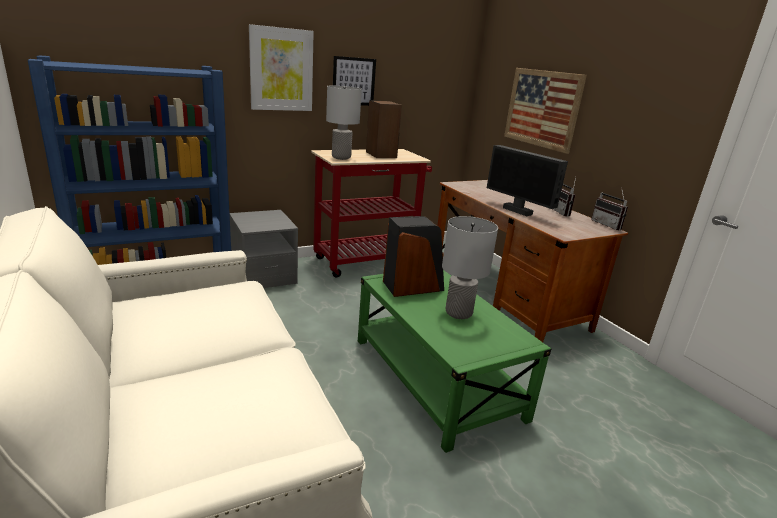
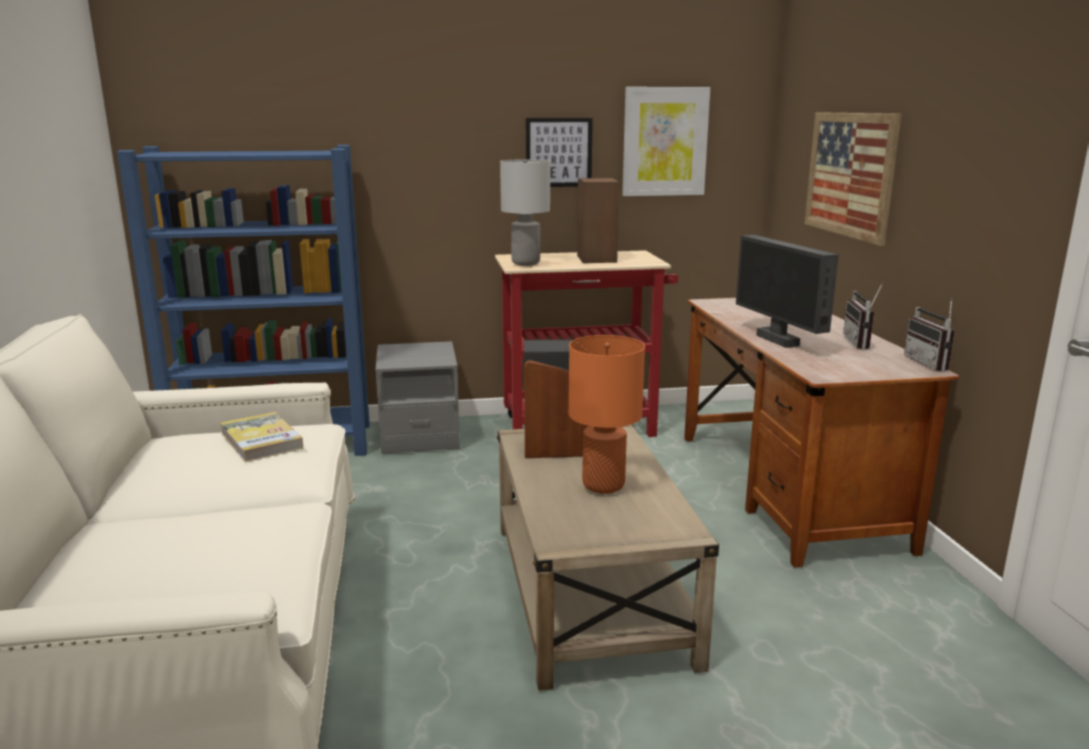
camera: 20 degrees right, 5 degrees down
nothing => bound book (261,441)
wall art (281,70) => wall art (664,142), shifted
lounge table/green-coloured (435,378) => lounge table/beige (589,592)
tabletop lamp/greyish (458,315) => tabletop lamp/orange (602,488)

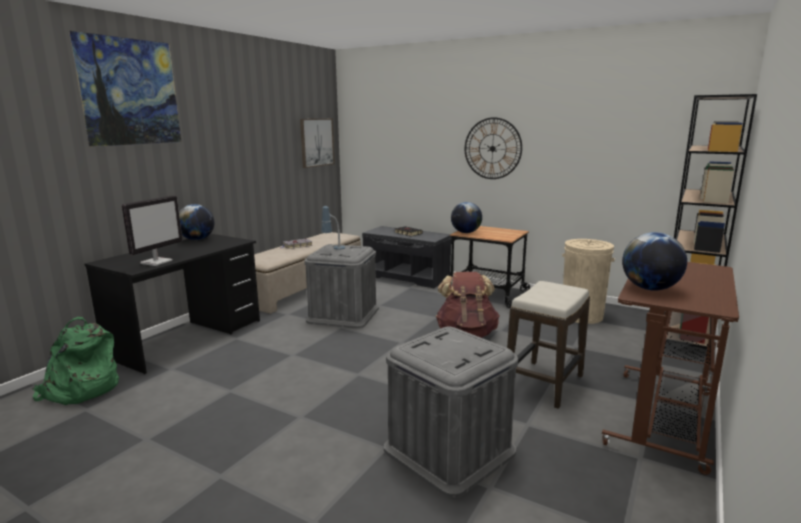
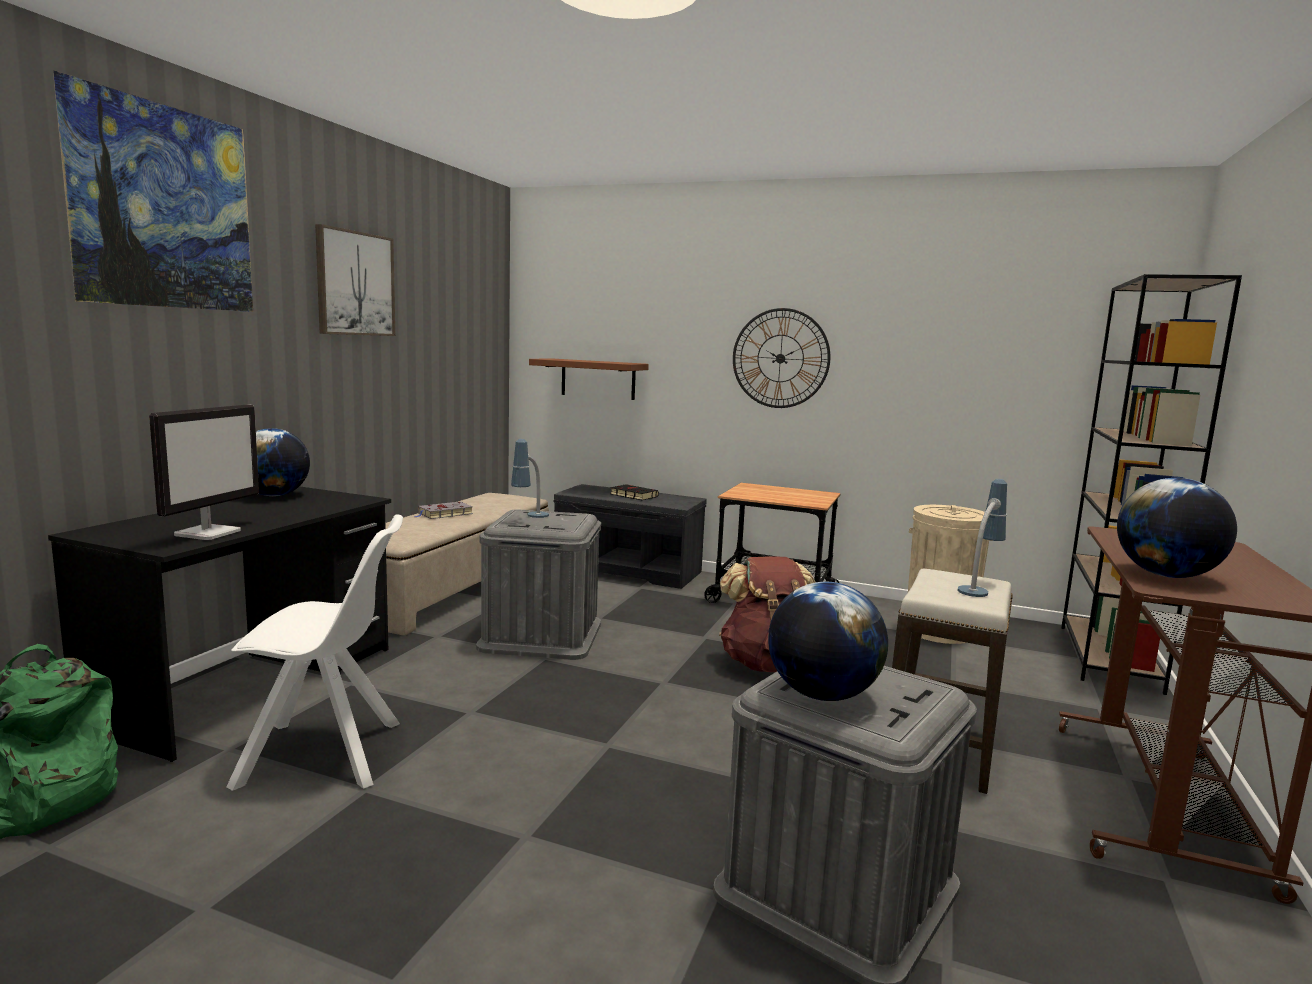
camera: 10 degrees left, 5 degrees down
nothing => upright chair/white-coloured (325,754)
nothing => wall shelf/brownish (598,379)
nothing => tabletop lamp (979,588)
wall art (316,142) => wall art (355,284), shifted
globe (466,232) => globe (822,695), shifted

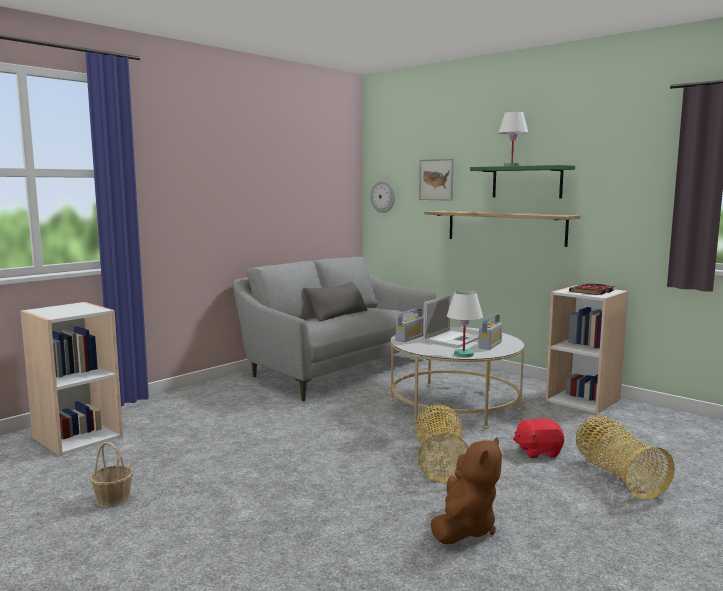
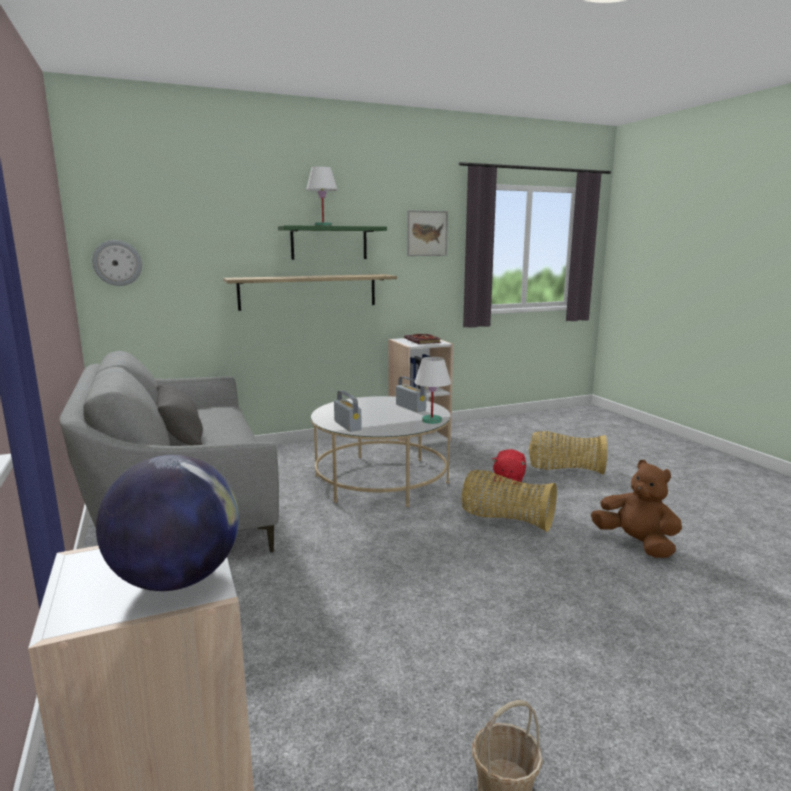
camera: 65 degrees left, 5 degrees up
laptop (453,339) => nothing
nothing => globe (176,579)
wall art (436,179) => wall art (427,233), shifted

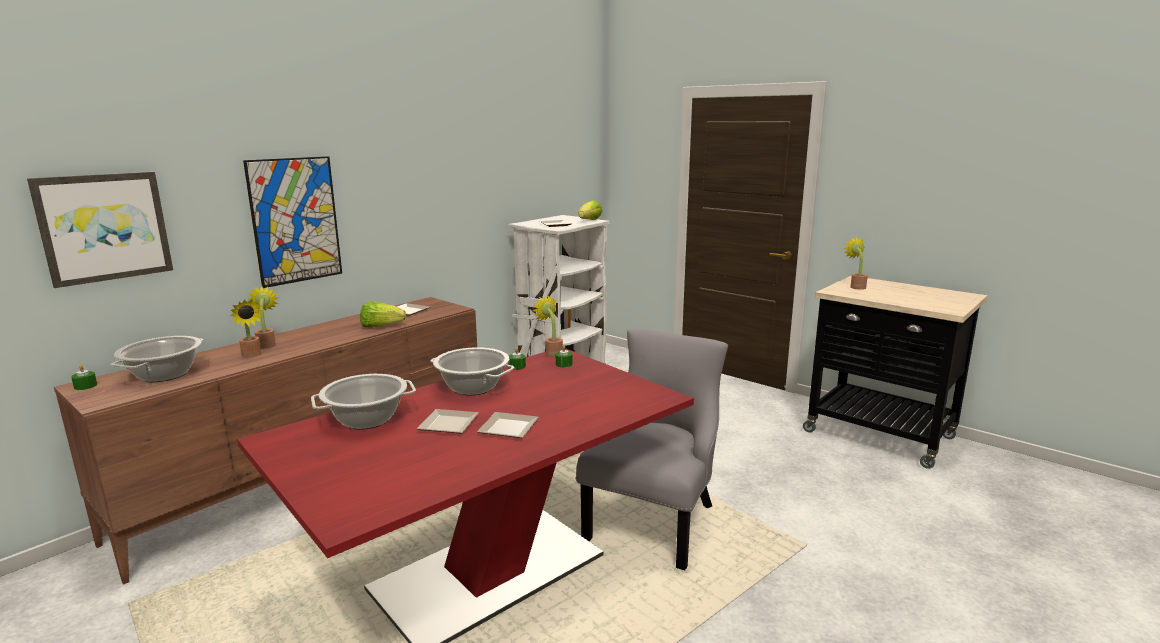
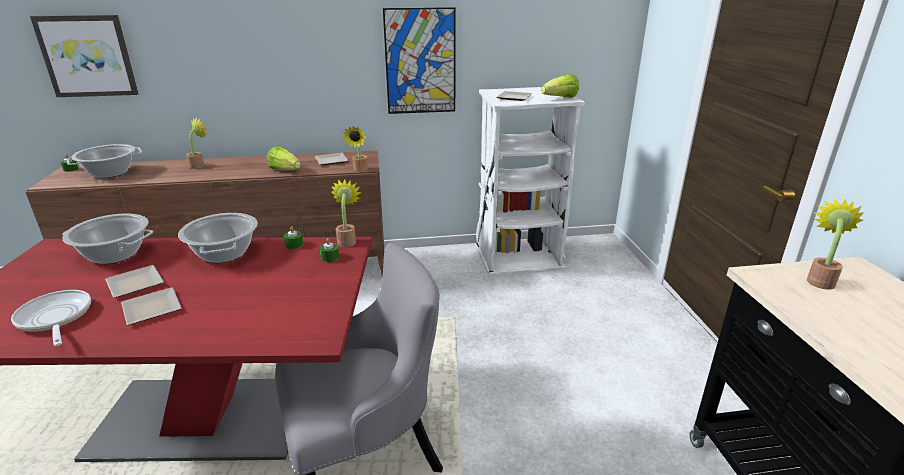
camera: 40 degrees right, 10 degrees up
nothing => frying pan (55,319)
houseplant (252,355) => houseplant (359,170), shifted
wall art (295,220) => wall art (420,62), shifted

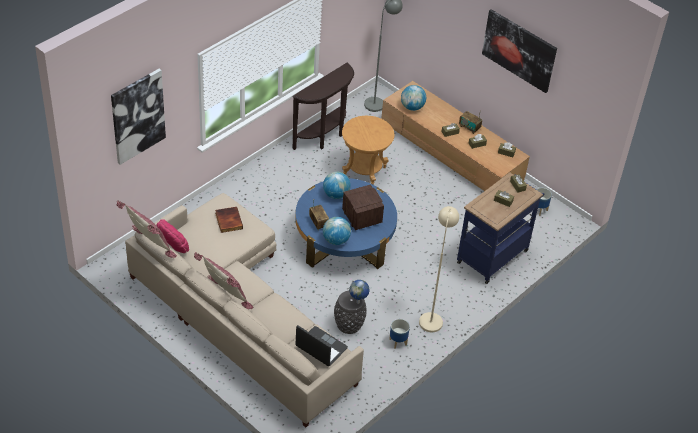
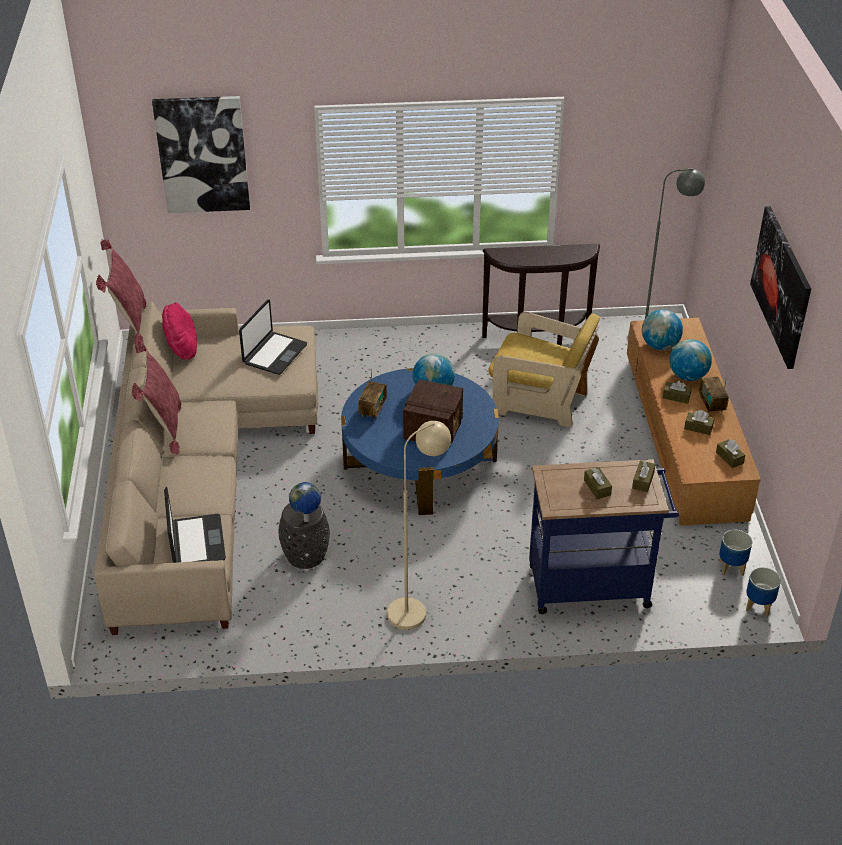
camera: 45 degrees right, 5 degrees down
globe (336,240) => globe (687,376), shifted
planter (398,342) => planter (759,606), shifted
bound book (228,221) => laptop (274,354)
side table/brownish (364,171) => easy chair/yellow-coloured (539,401)

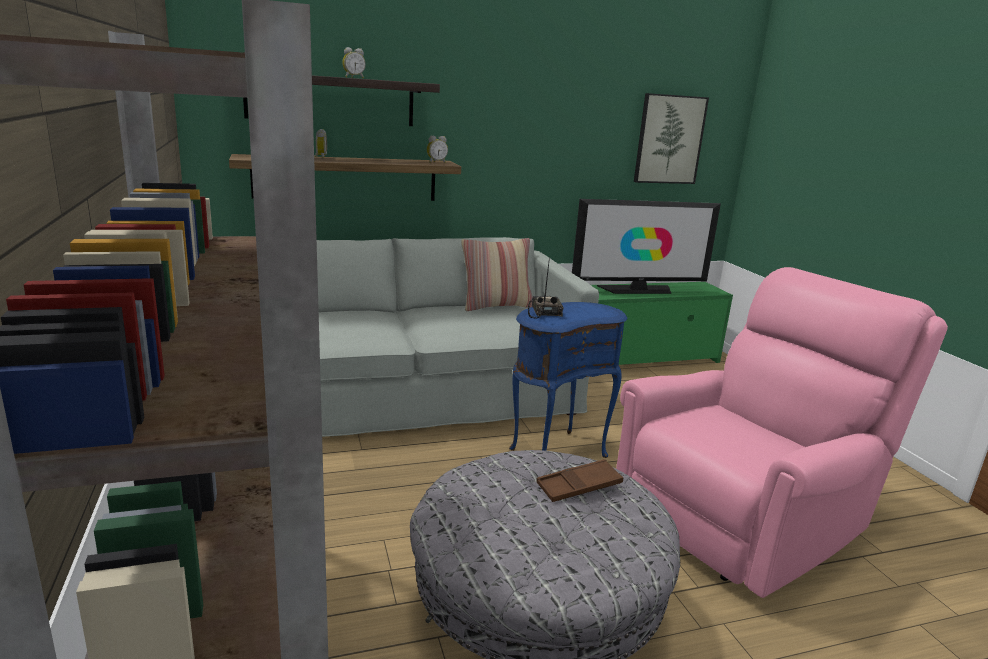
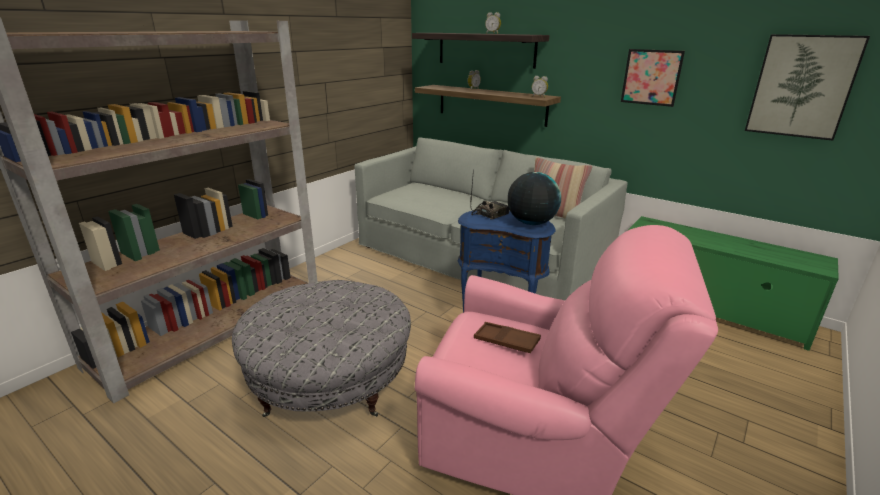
camera: 55 degrees right, 5 degrees up
TV (638,290) => nothing
nothing => globe (531,223)
nothing => wall art (651,77)
tray/brownish (579,486) => tray/brownish (506,341), shifted

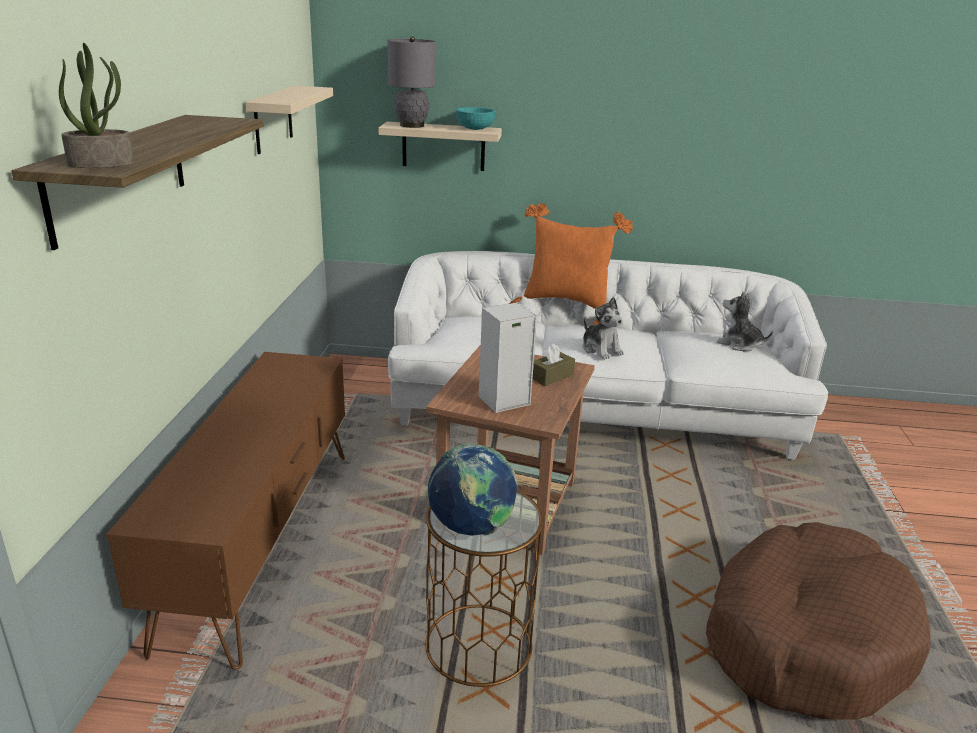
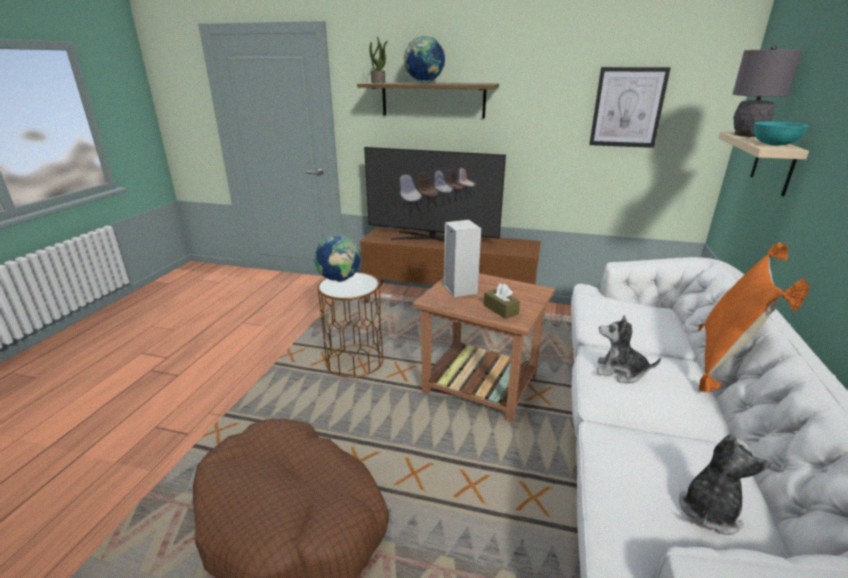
camera: 100 degrees right, 0 degrees up
nothing => TV (431,239)
nothing => globe (424,83)
wall shelf/beige (273,119) => wall art (627,107)
plush toy (601,349) => plush toy (620,372), 45 degrees clockwise

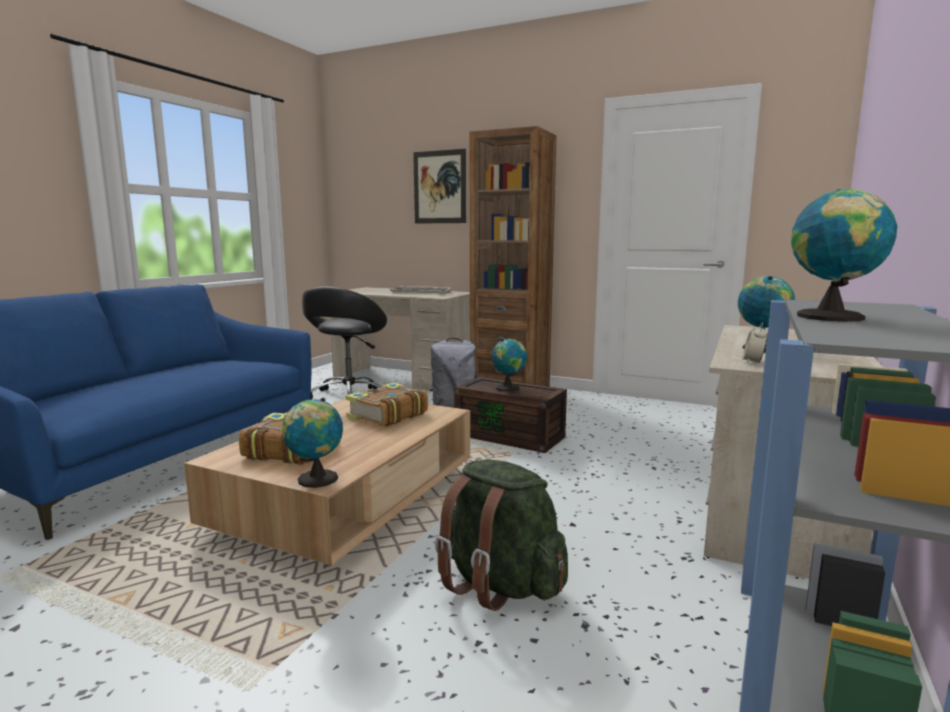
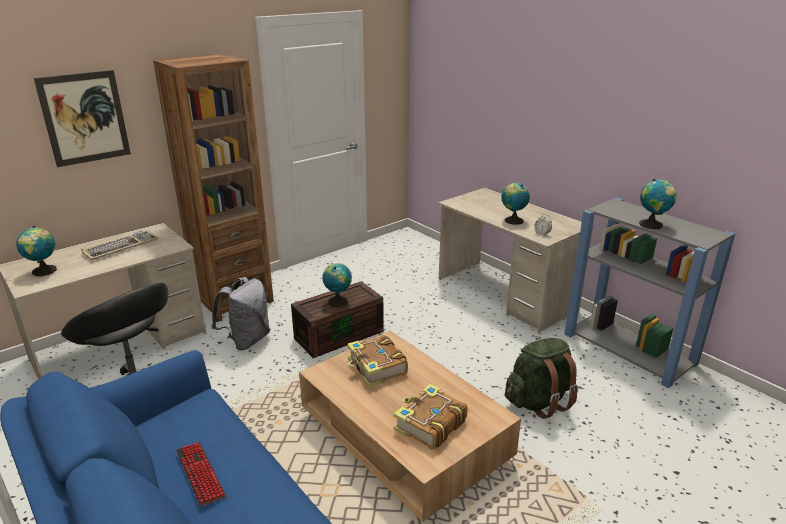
camera: 65 degrees left, 15 degrees up
nothing => computer keyboard (200,474)
globe (315,480) => globe (44,271), shifted

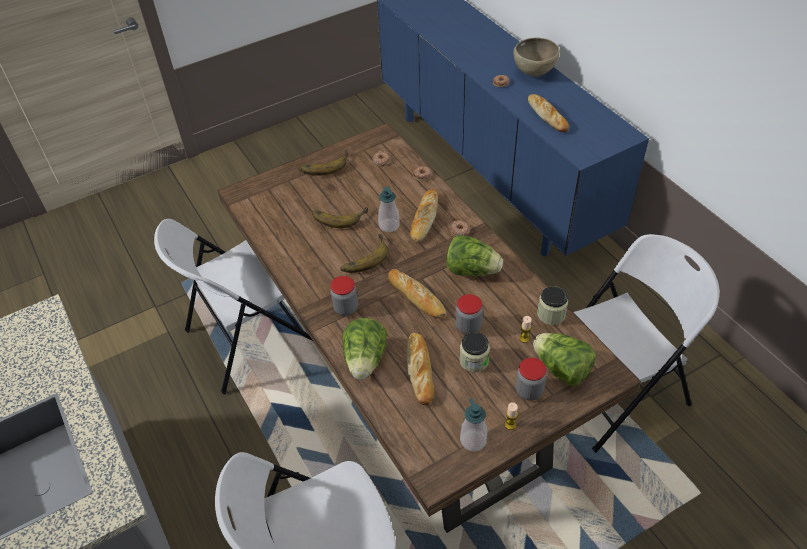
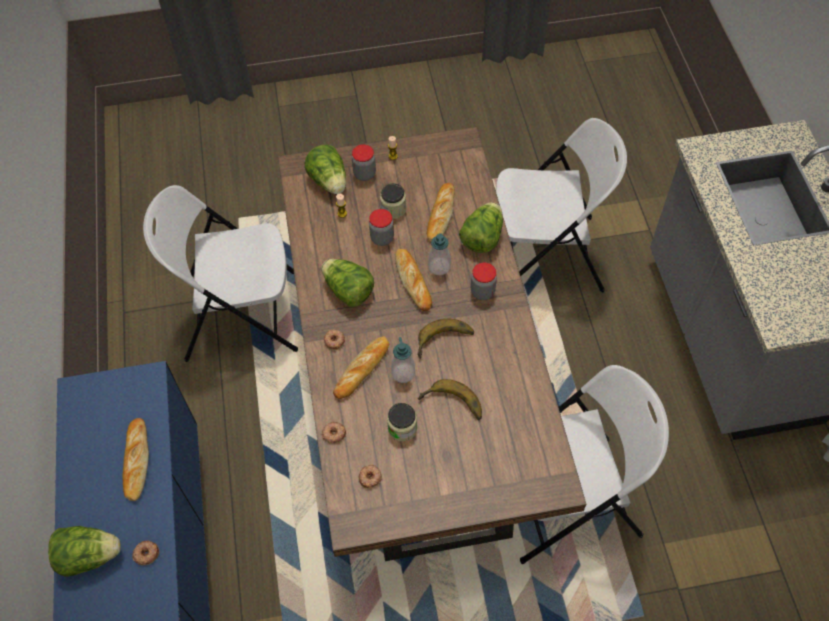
camera: 160 degrees left, 10 degrees up
whole banana (324,165) => nothing
soap bottle (473,440) => soap bottle (439,267), shifted
jar (551,314) => jar (402,428), shifted
bowl/brownish (534,73) => lettuce (89,556)

